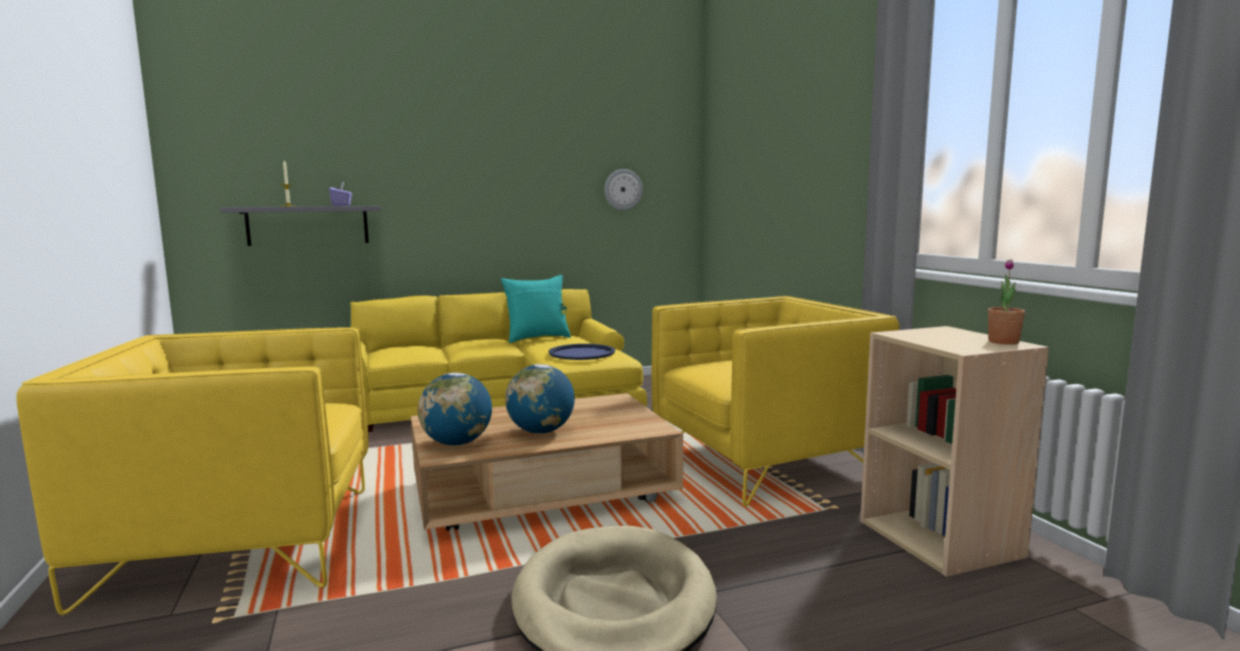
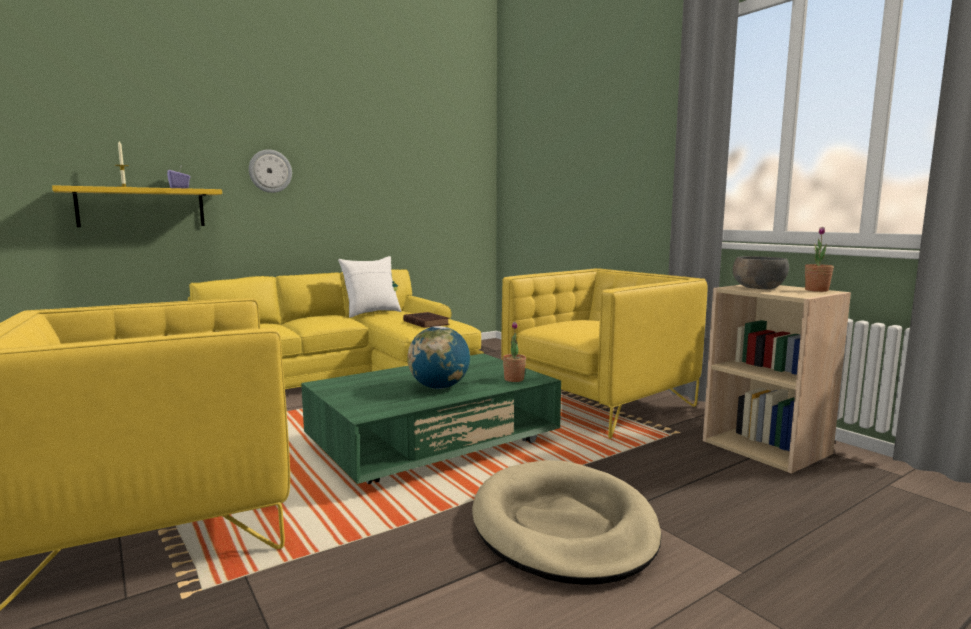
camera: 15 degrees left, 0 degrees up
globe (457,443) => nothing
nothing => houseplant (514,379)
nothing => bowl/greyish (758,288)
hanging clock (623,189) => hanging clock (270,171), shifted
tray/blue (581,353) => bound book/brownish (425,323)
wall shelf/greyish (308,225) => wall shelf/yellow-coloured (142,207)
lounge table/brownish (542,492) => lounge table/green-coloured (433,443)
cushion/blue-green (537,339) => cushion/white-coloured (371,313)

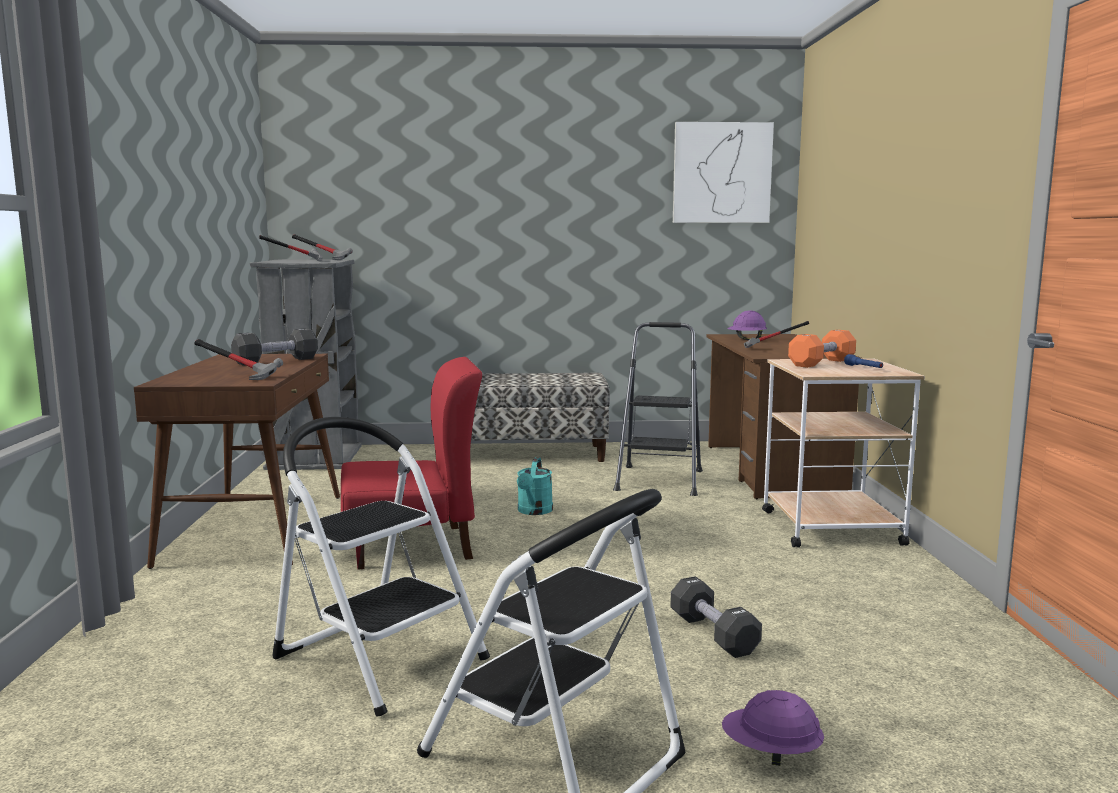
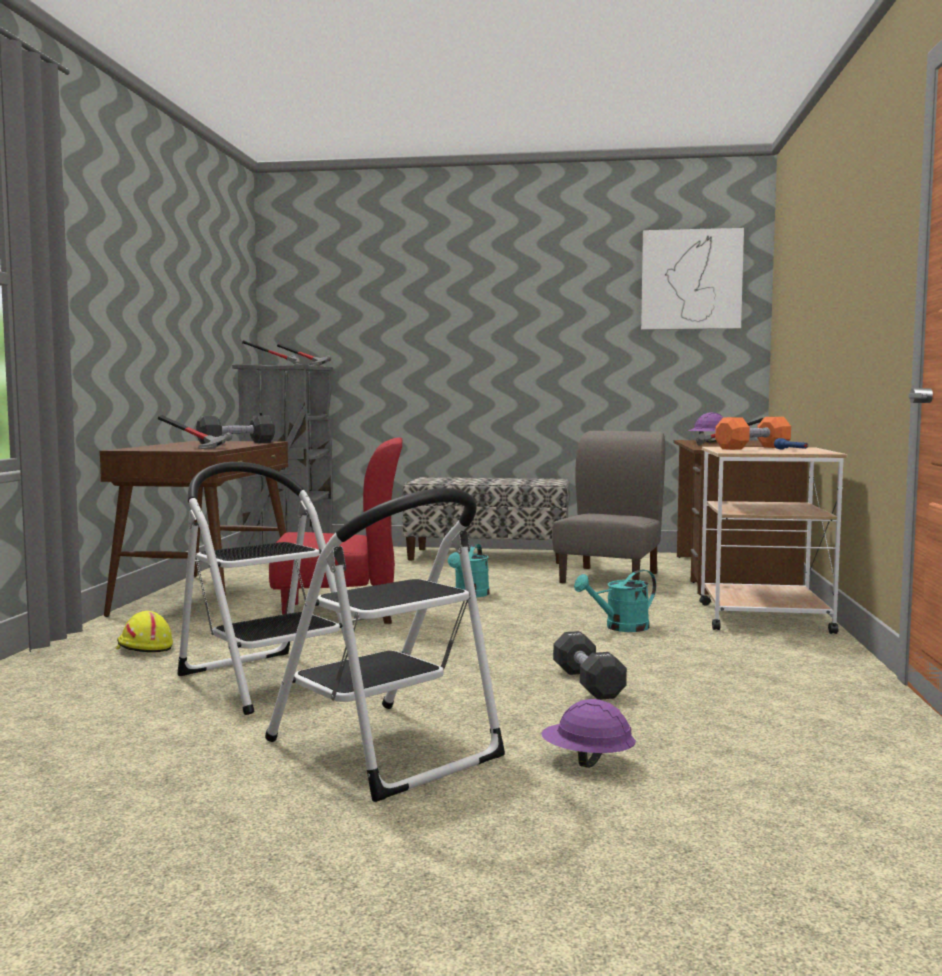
camera: 10 degrees right, 5 degrees down
nothing => work helmet/yellow-coloured (143,648)
nothing => watering pot/blue-green (620,628)
step ladder/blackish (660,479) => upright chair/greyish (610,577)

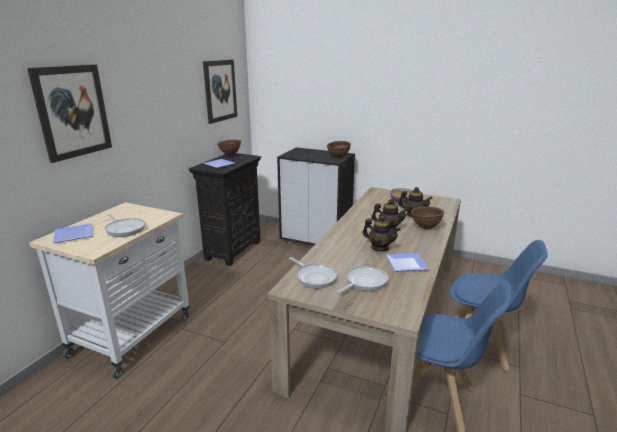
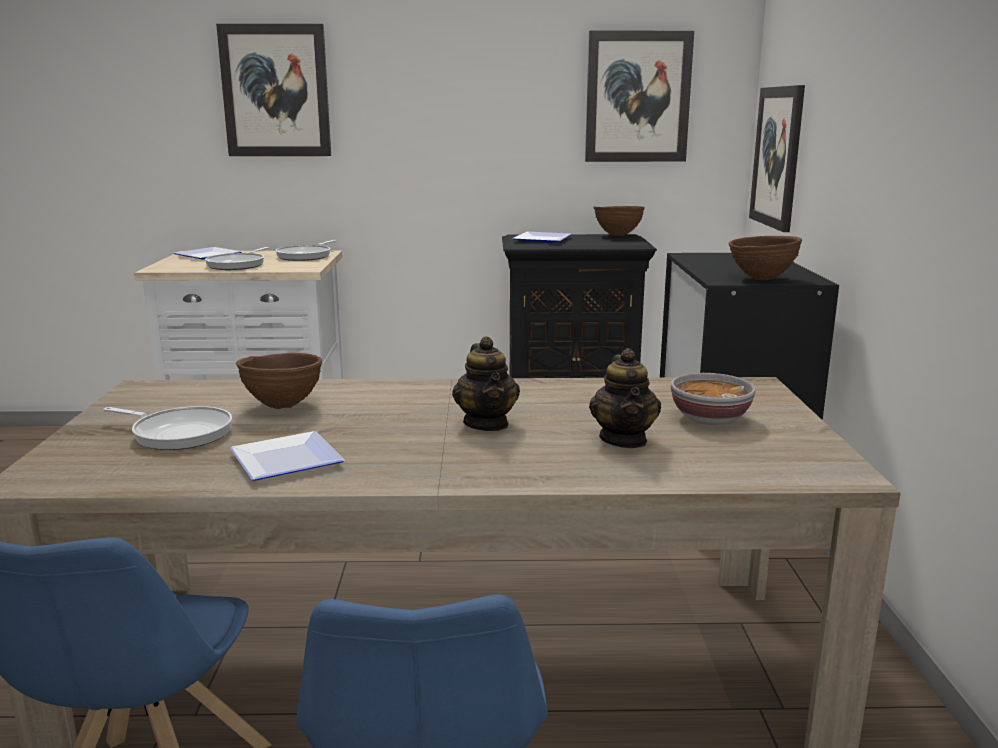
camera: 65 degrees right, 5 degrees down
pot for tea (379,248) => nothing
nothing => wall art (777,157)
frying pan (314,277) => frying pan (306,256), shifted
bowl/brownish (425,227) => bowl/brownish (283,406), shifted

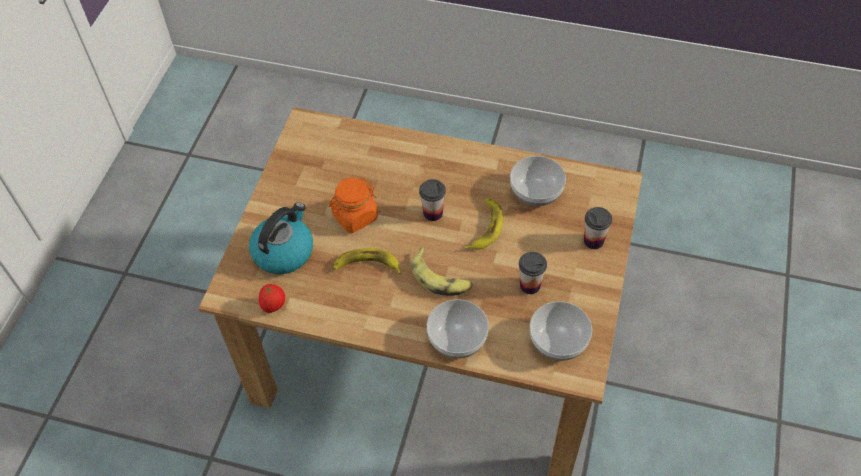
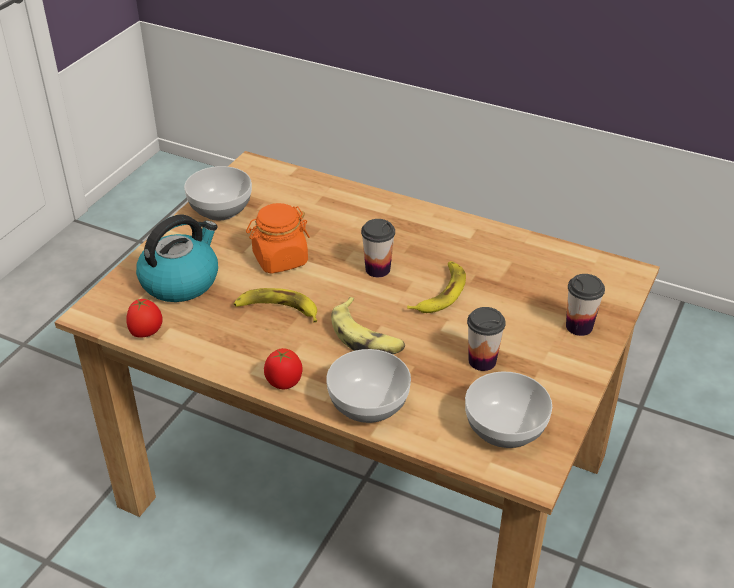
camera: 10 degrees right, 15 degrees down
nothing => tomato (284,383)
bowl (536,192) => bowl (221,209), shifted

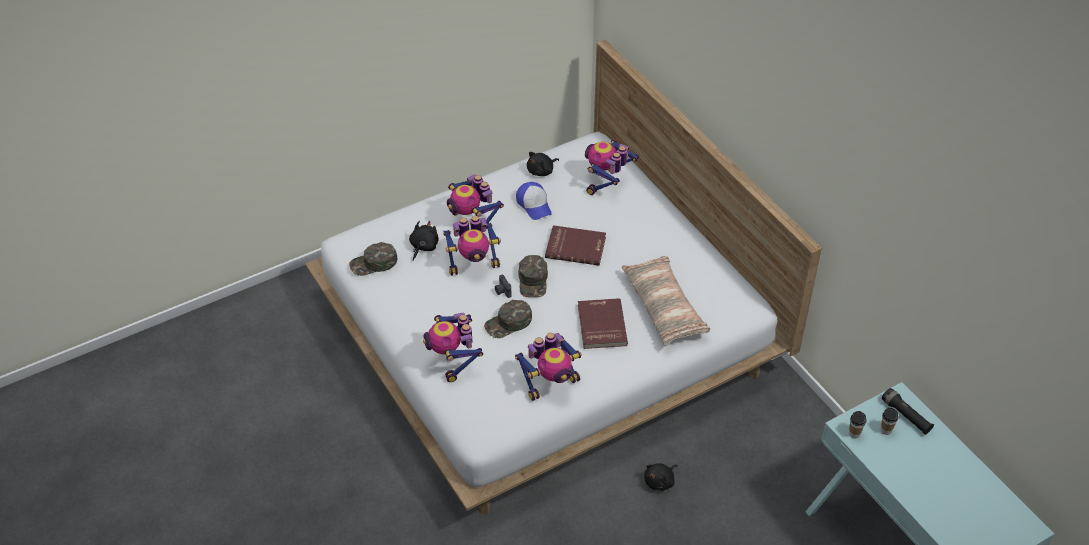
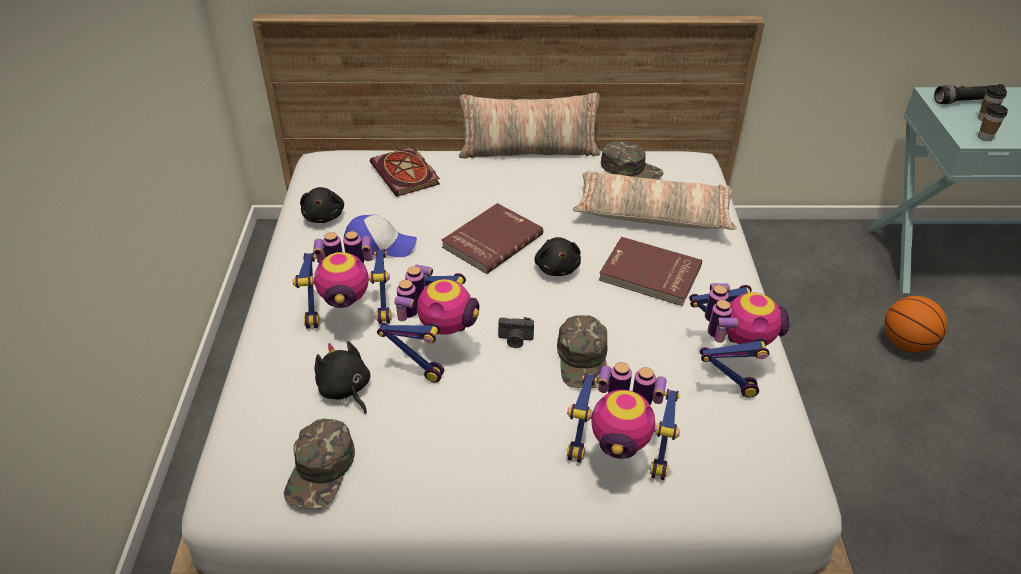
camera: 60 degrees left, 5 degrees down
nothing => cushion (529,151)
nothing => basketball ball (906,344)
baseball cap/green-coloured (533,280) => baseball cap/green-coloured (631,169), shifted
plush toy/blackish (660,481) => plush toy/blackish (557,267), shifted
toy robot (607,183) => bound book (407,175)

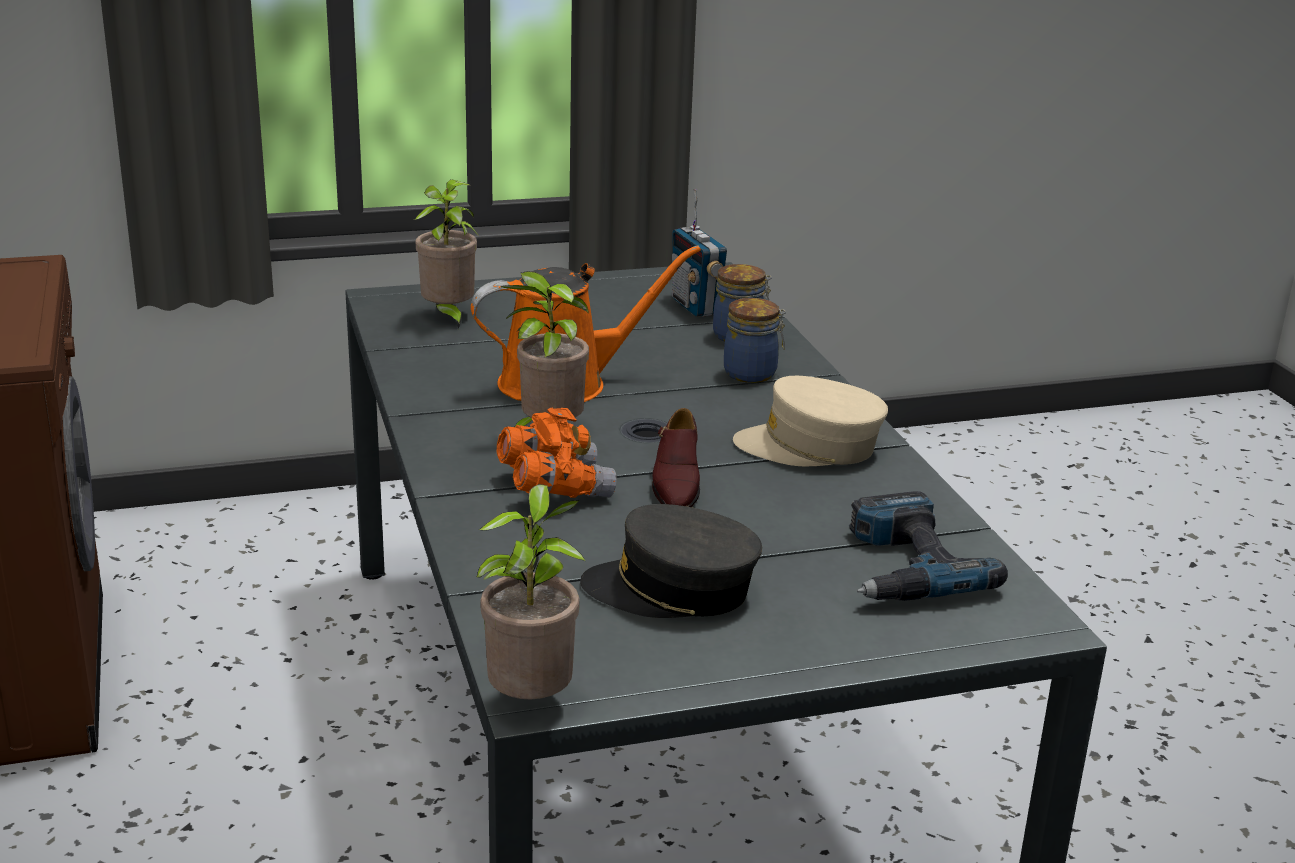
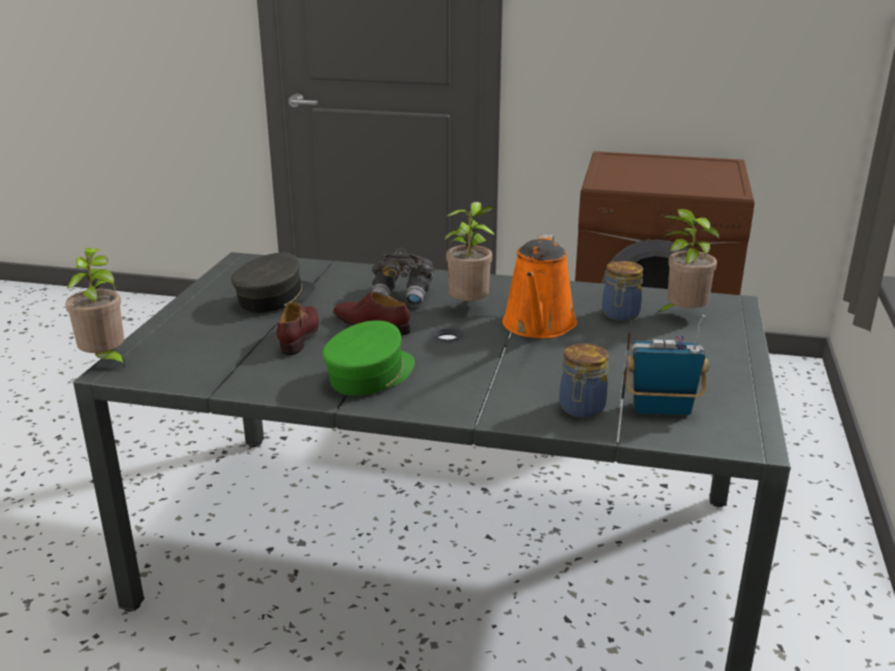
camera: 120 degrees right, 0 degrees up
power drill (903,567) => nothing
nothing => shoe/brownish (300,335)
houseplant (532,701) => houseplant (105,361), shifted
jar (752,373) => jar (620,315), shifted
field glasses/orange (554,488) => field glasses/greyish (402,296)
baseball cap/beige (810,447) => baseball cap/green-coloured (370,375)

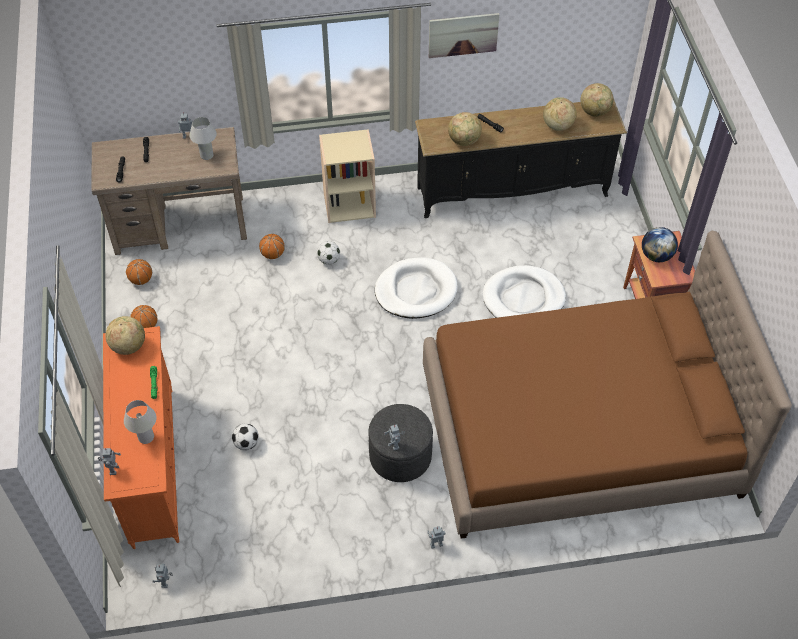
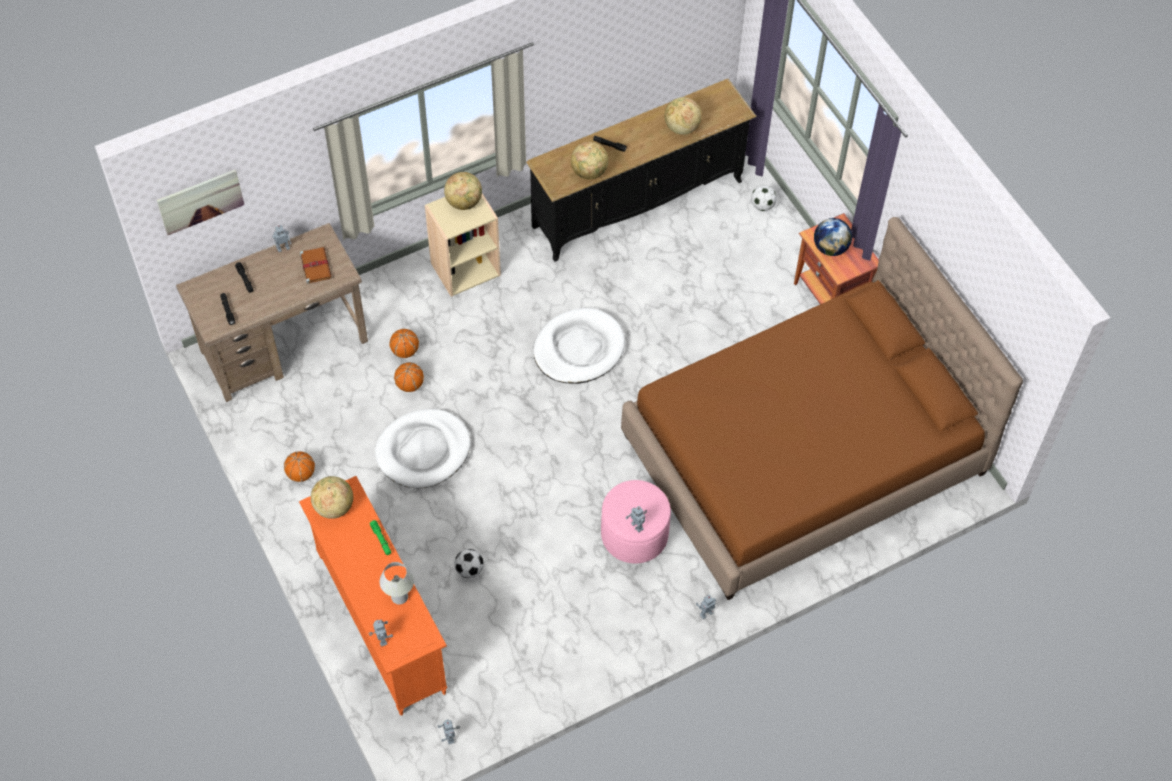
camera: 20 degrees left, 5 degrees up
basketball ball (141,280) => basketball ball (410,385), shifted
football ball (329,260) => football ball (762,206), shifted
wall art (463,35) => wall art (200,201), shifted
pet bed/white-coloured (523,298) => pet bed/white-coloured (423,451), shifted
globe (594,111) => globe (464,202), shifted
tabletop lamp/white-coloured (207,155) => bound book/brownish (315,265)
footrest/greyish (400,456) => footrest/pink (634,534)

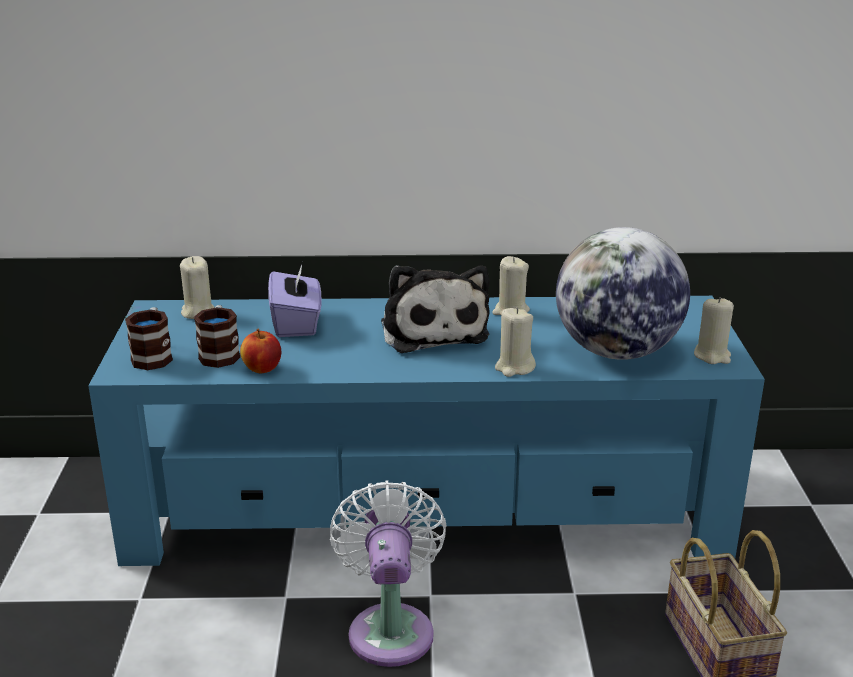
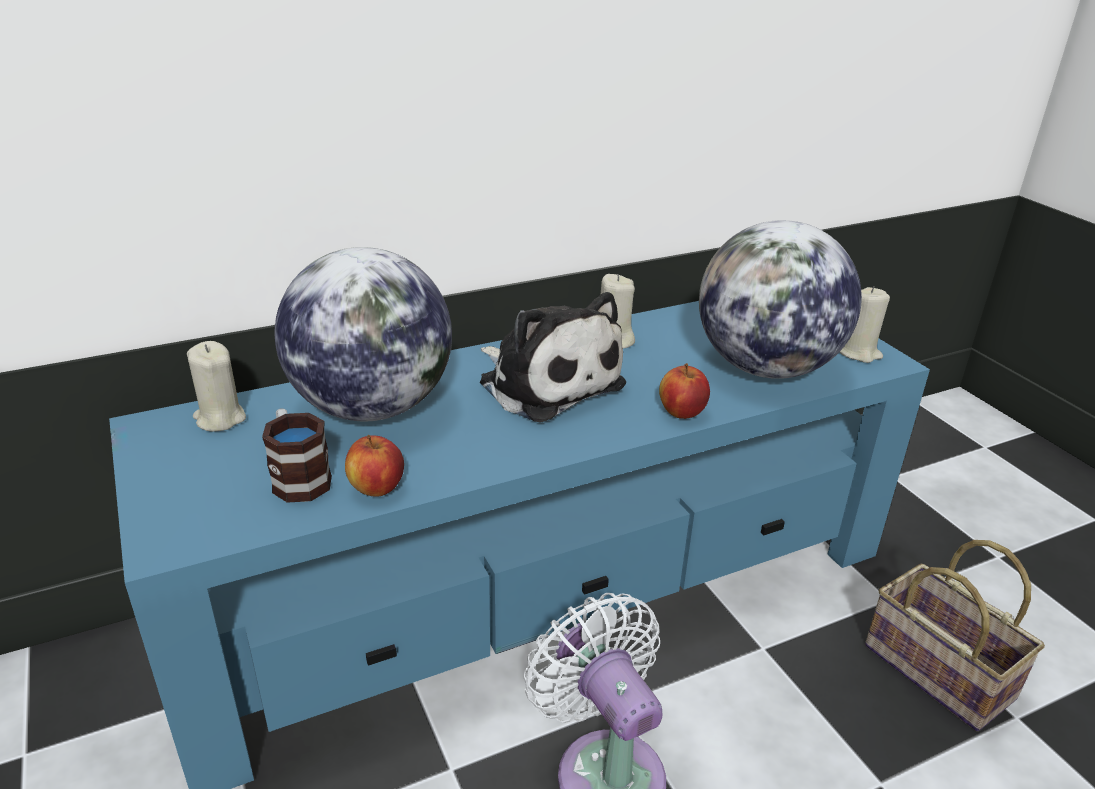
camera: 25 degrees left, 5 degrees up
tea mug (153,356) => nothing
tissue box/purple-coloured (296,323) => globe (371,407)
candle/beige (514,367) => apple fruit (681,412)

